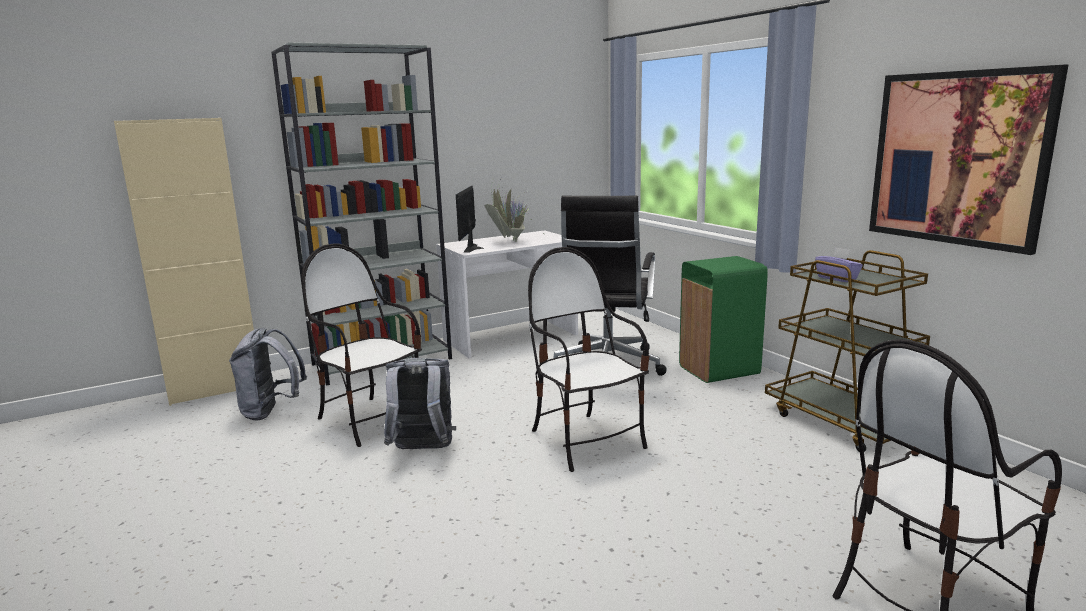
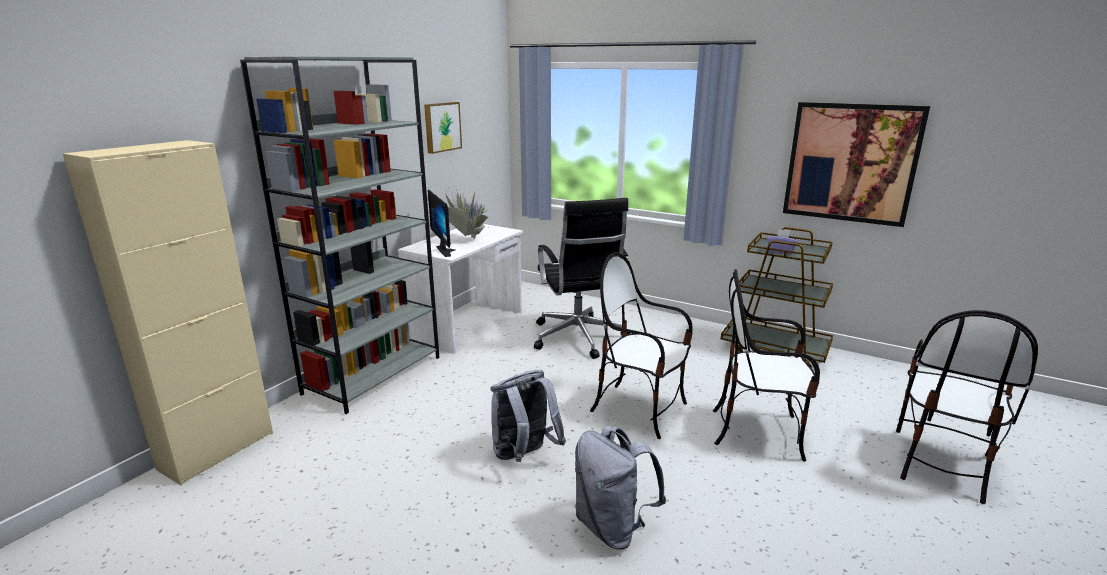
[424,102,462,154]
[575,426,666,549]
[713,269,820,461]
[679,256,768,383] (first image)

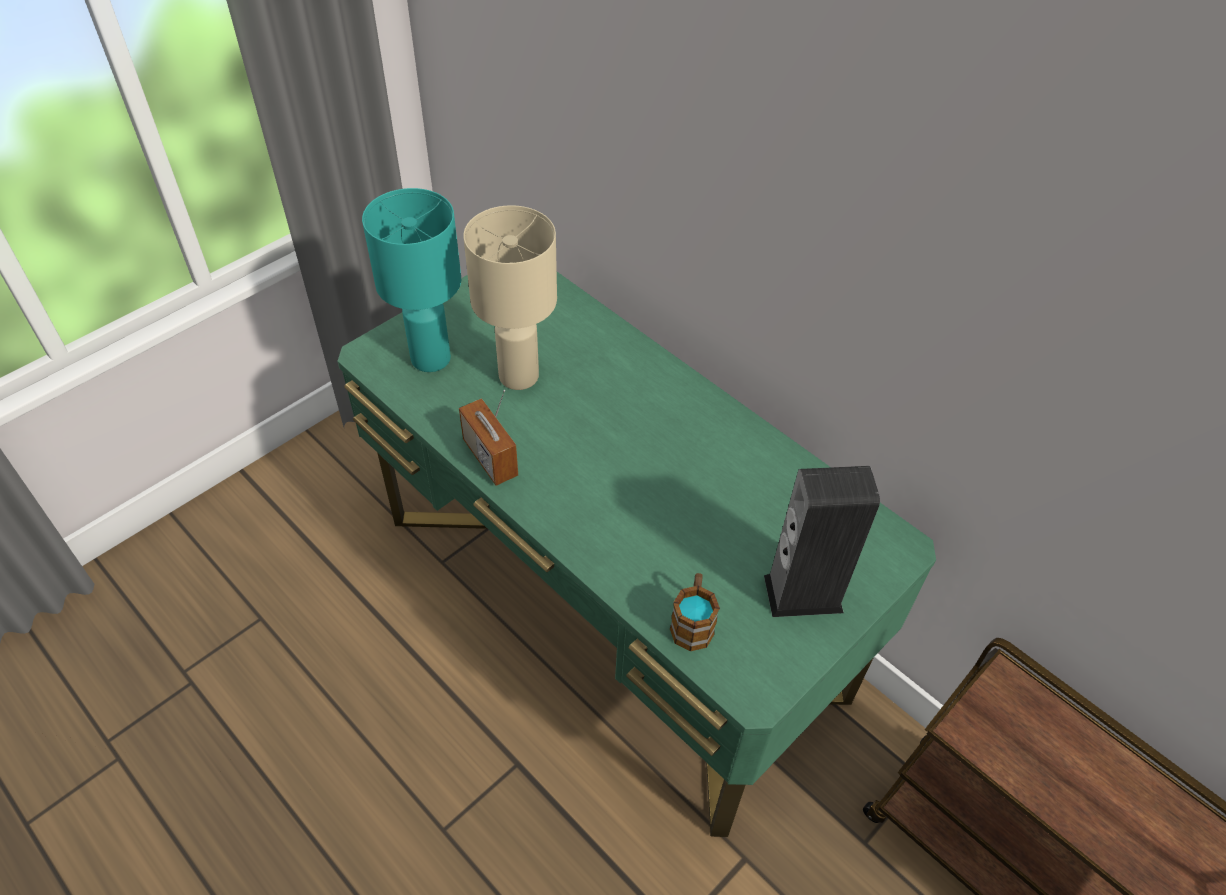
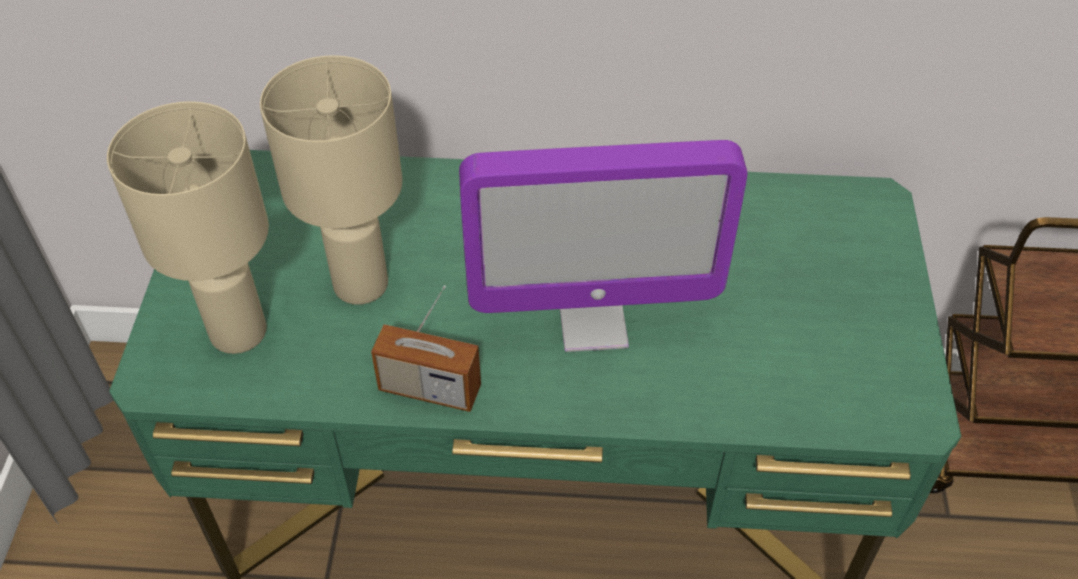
[107,101,269,354]
[459,140,748,352]
[670,573,720,651] (first image)
[764,466,880,617] (first image)

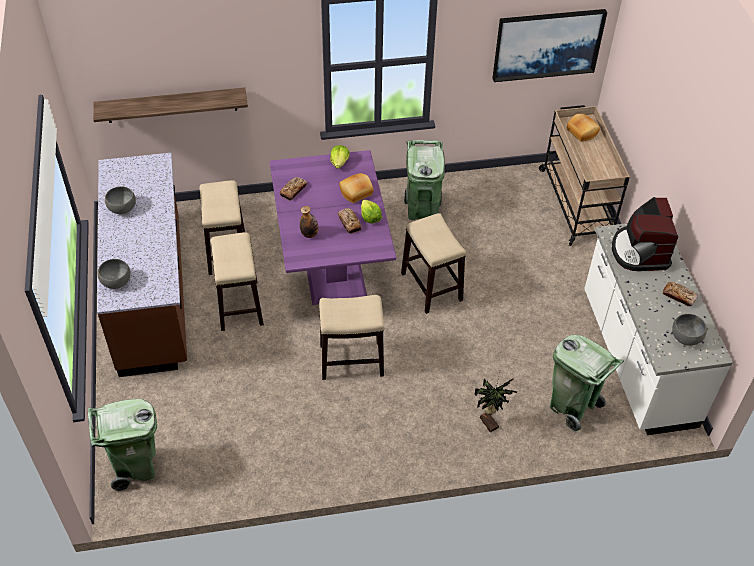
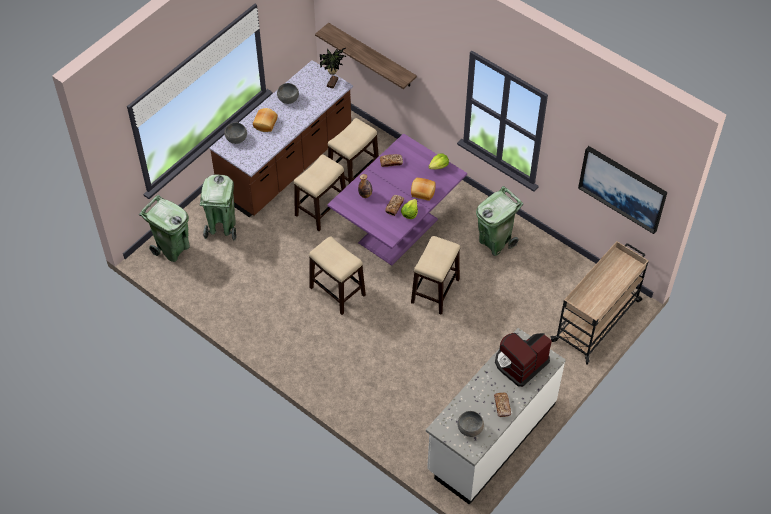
[200,175,236,241]
[253,108,278,132]
[320,48,346,89]

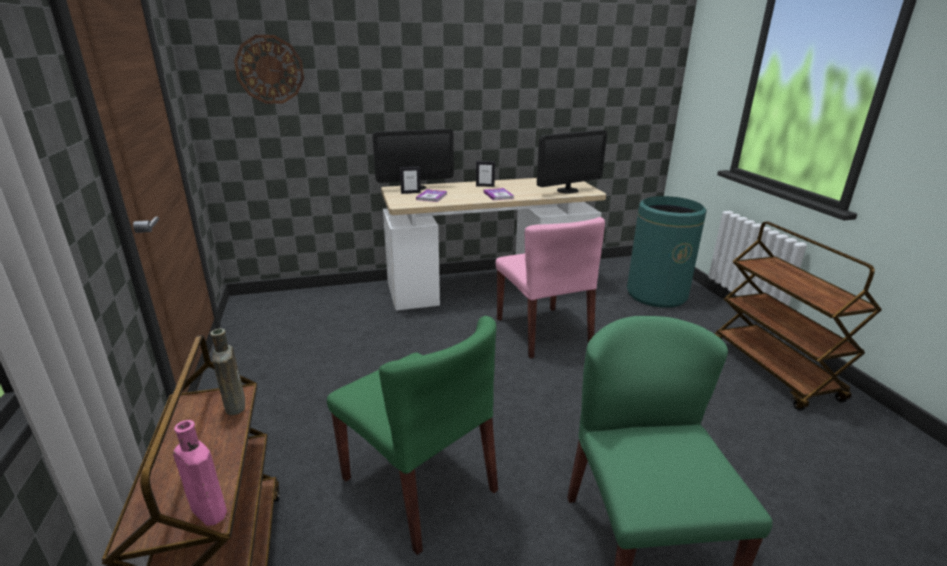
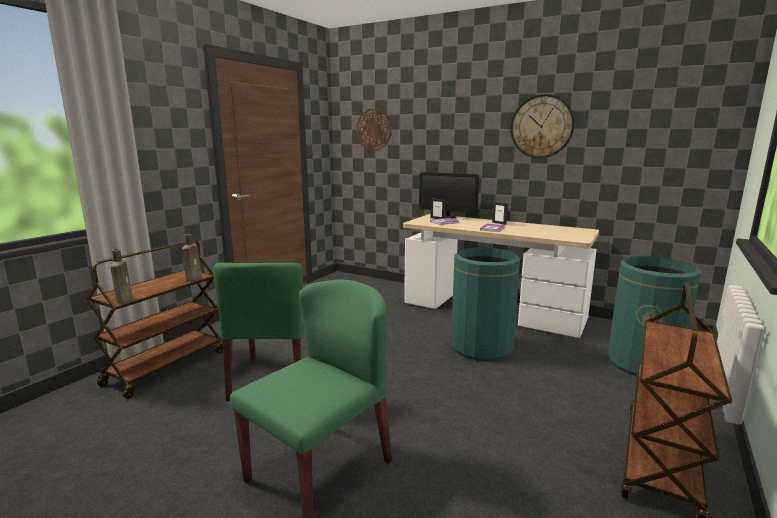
[110,249,133,303]
[451,247,520,361]
[510,94,574,158]
[537,130,607,194] (first image)

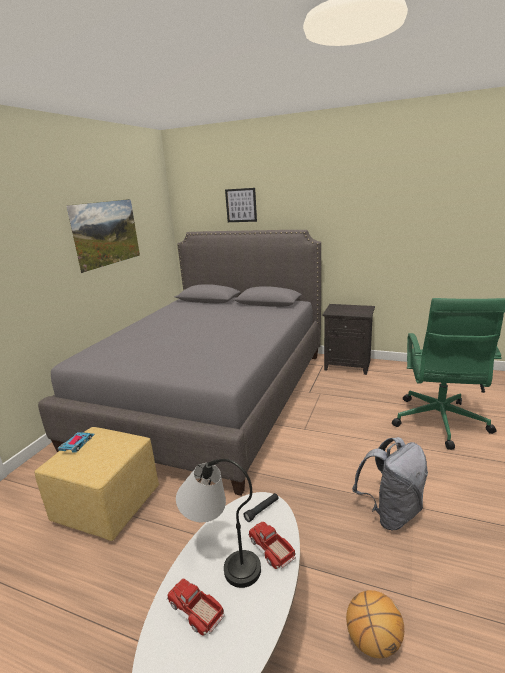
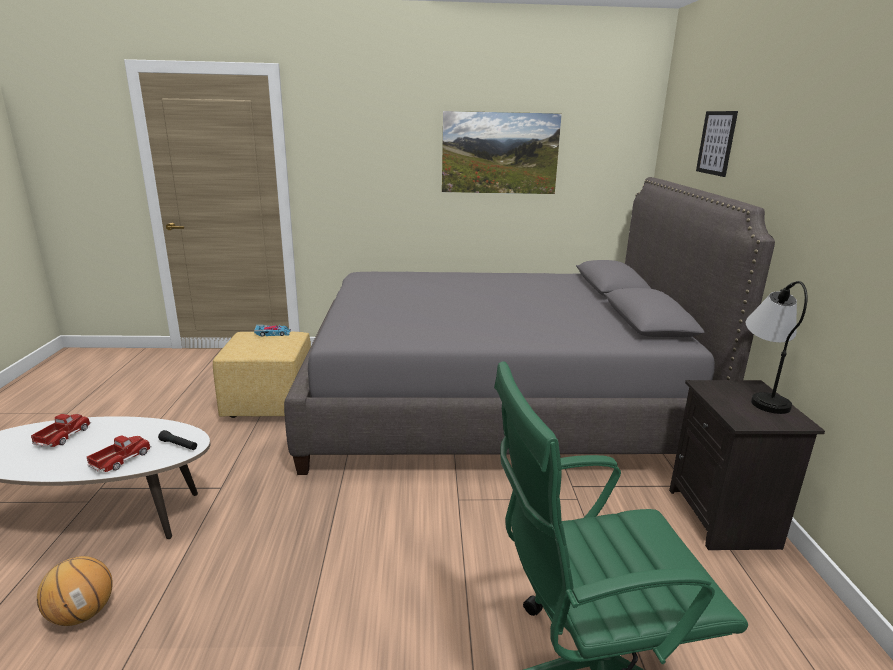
[746,281,808,414]
[352,437,428,530] (first image)

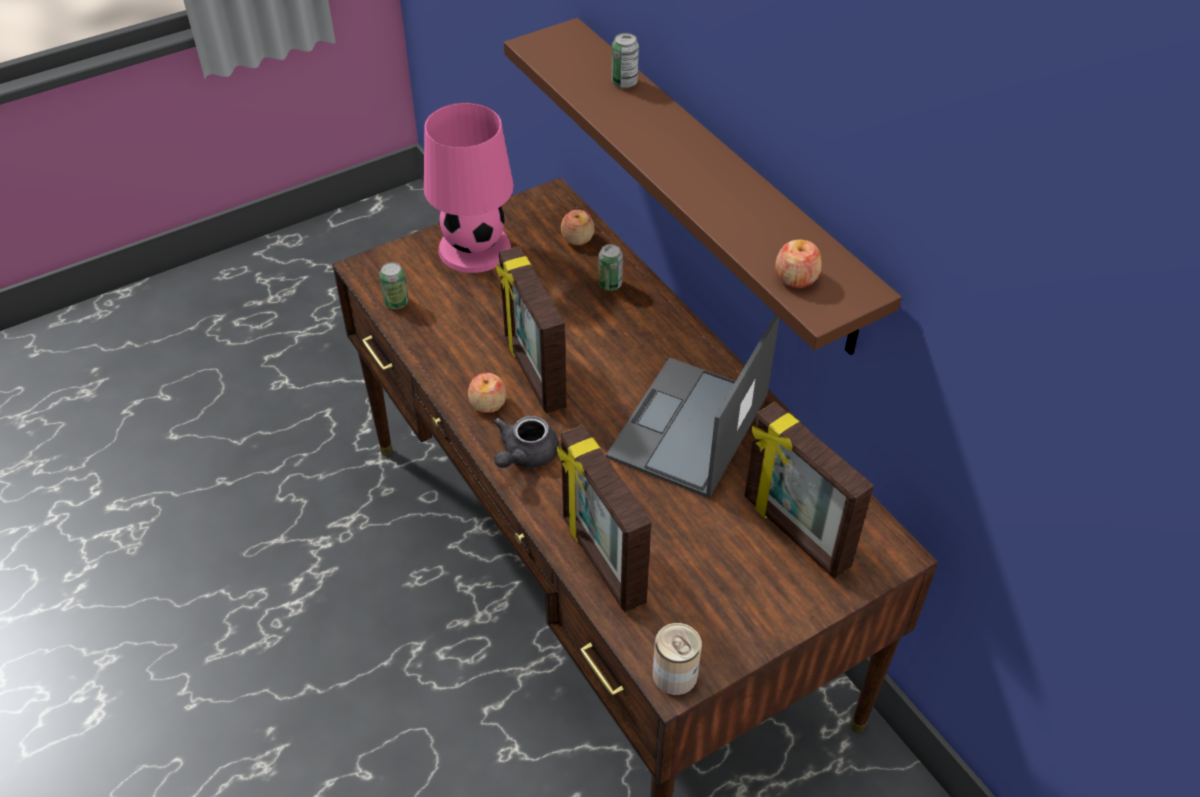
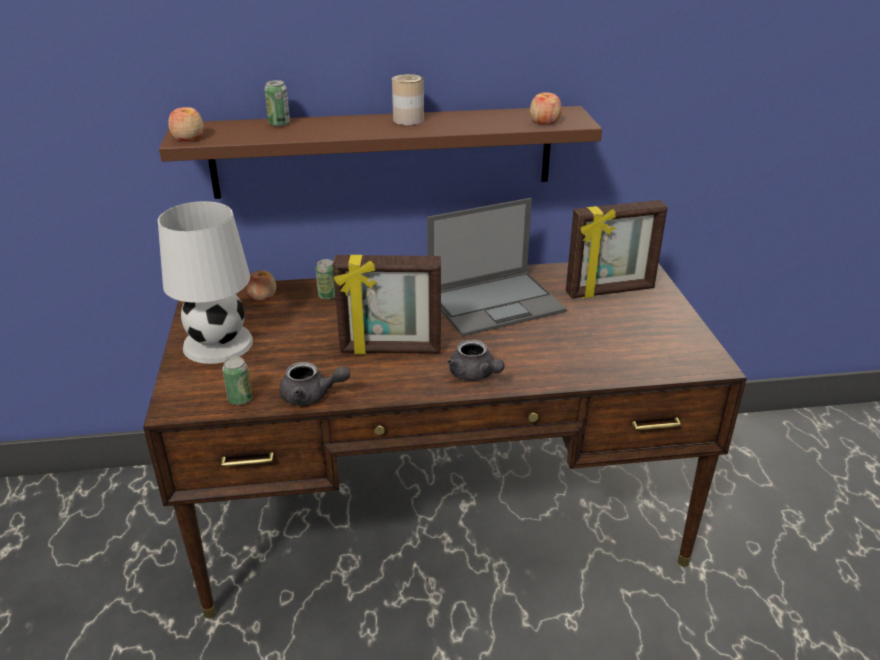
[158,201,253,364]
[168,107,204,141]
[279,362,350,405]
[392,74,424,125]
[427,198,567,337]
[557,425,651,613] (first image)

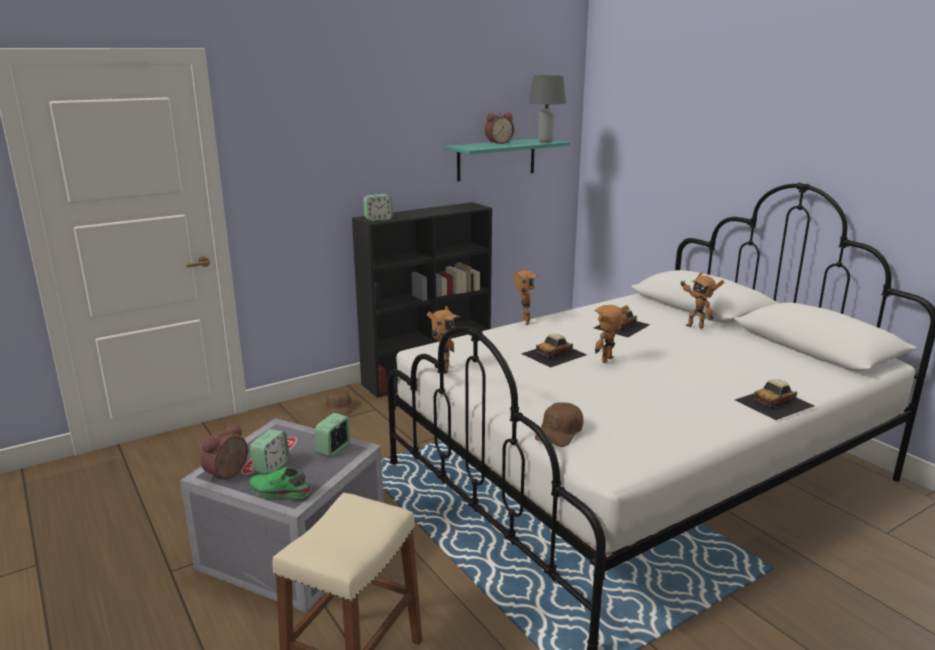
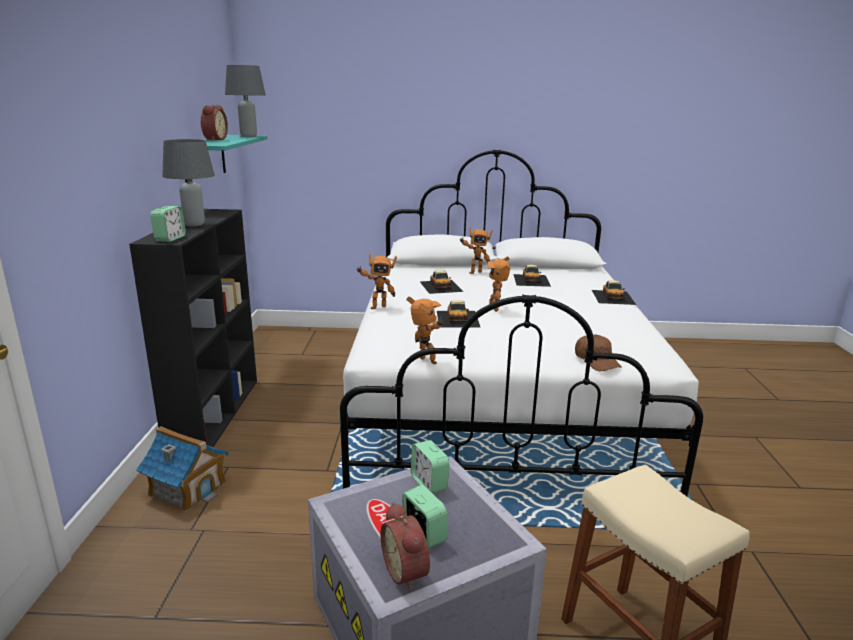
[136,426,229,512]
[162,139,214,226]
[356,253,397,309]
[513,265,551,287]
[249,466,312,499] (first image)

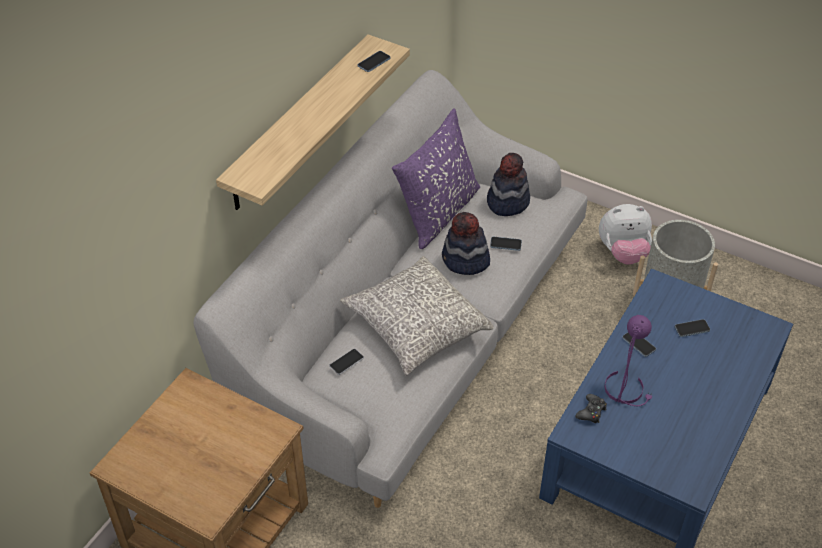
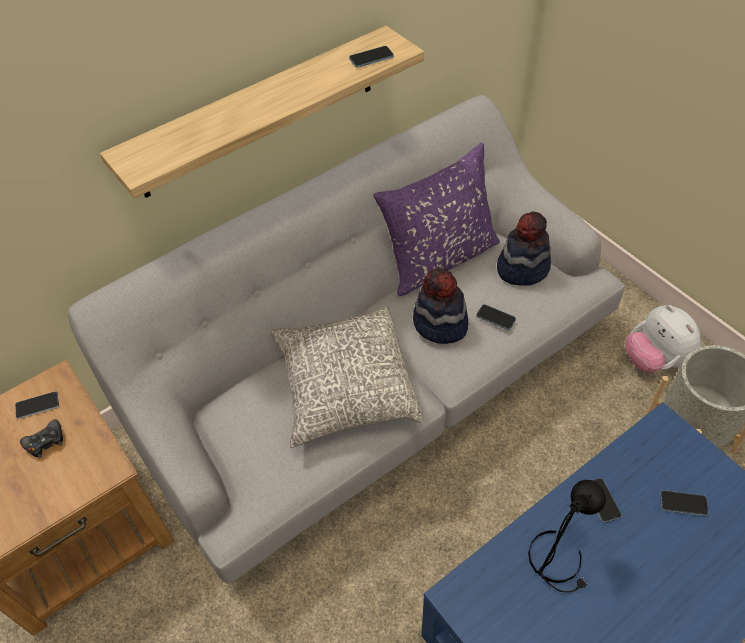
[15,391,59,419]
[20,419,63,458]
[528,480,606,593]
[625,305,702,372]

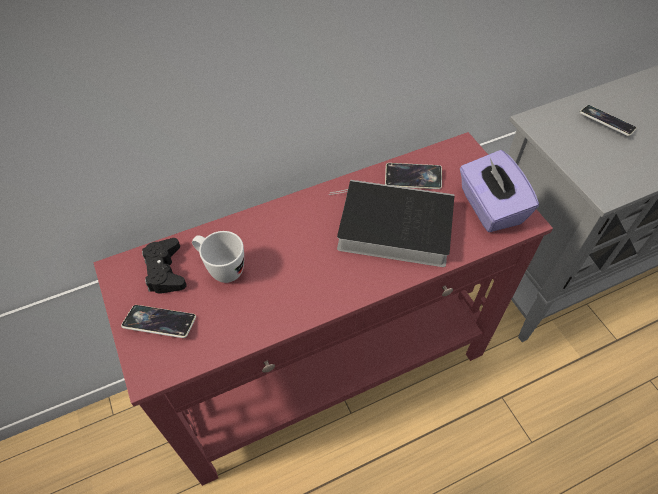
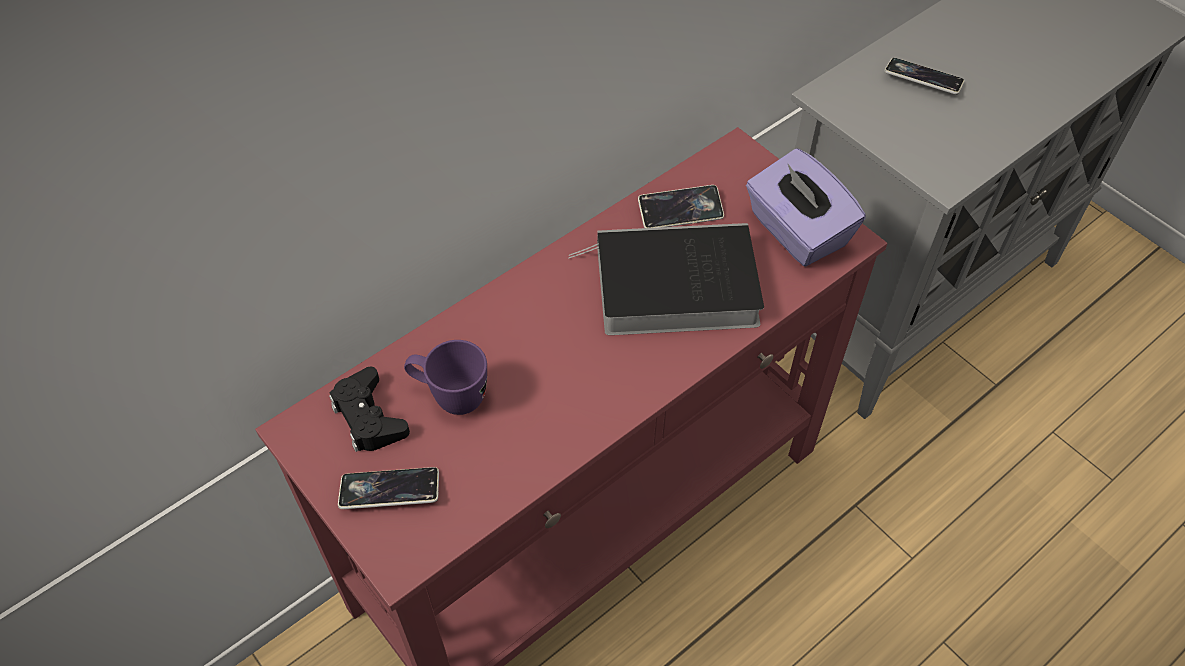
[404,340,487,415]

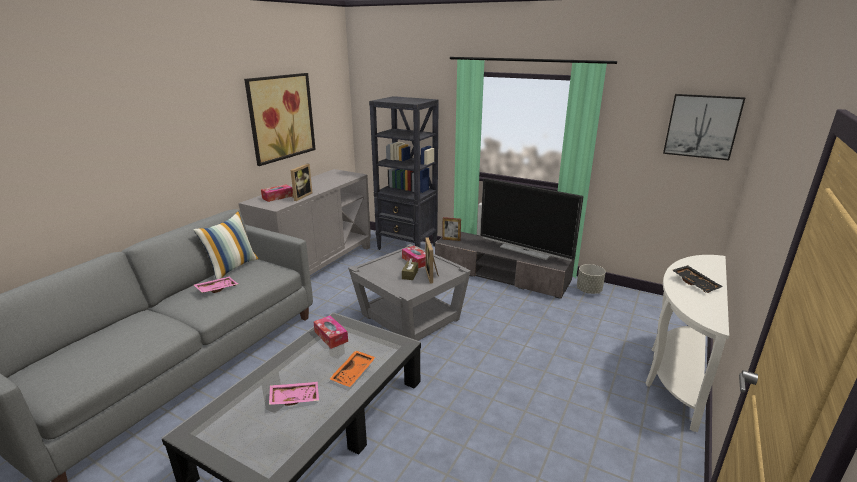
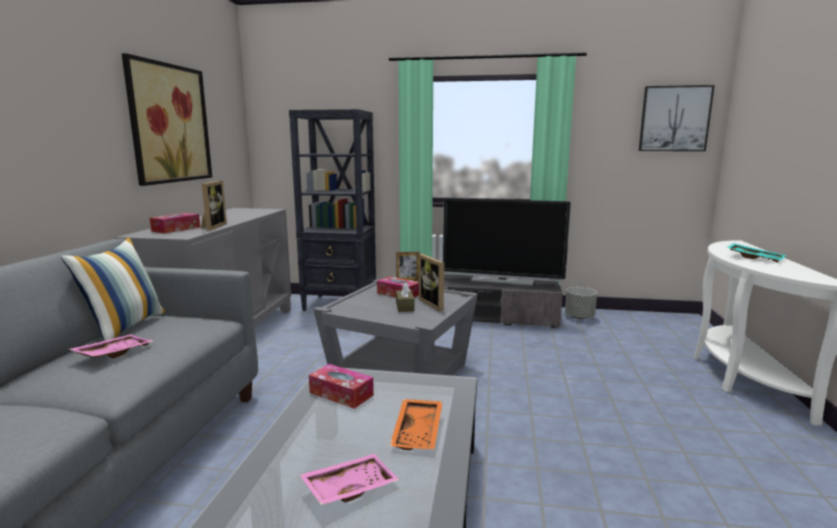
[727,243,786,263]

